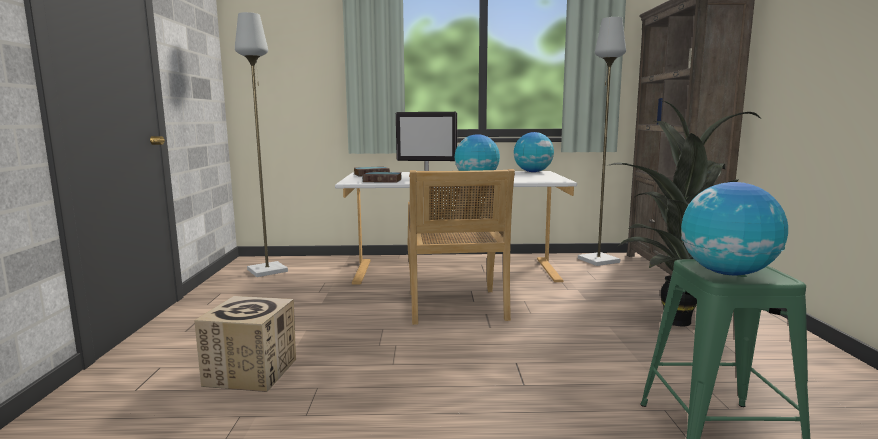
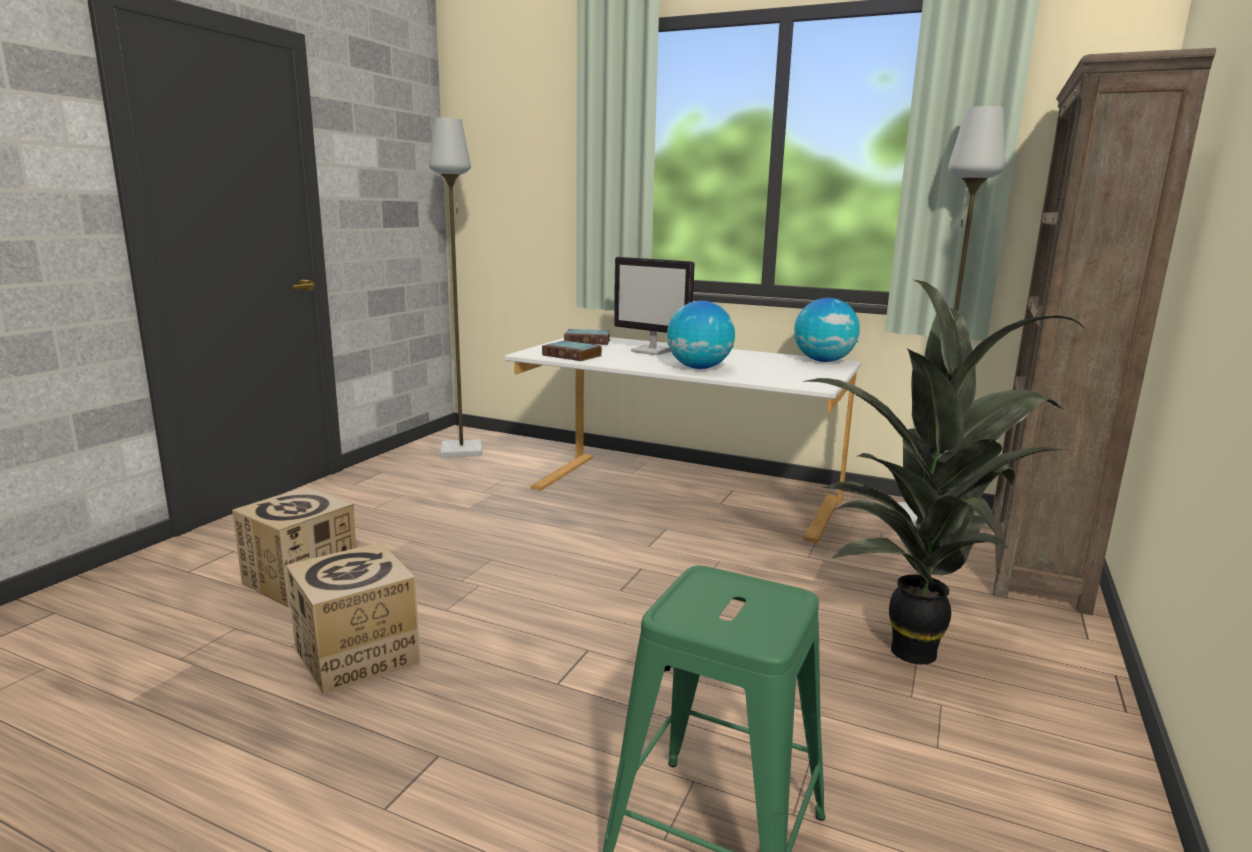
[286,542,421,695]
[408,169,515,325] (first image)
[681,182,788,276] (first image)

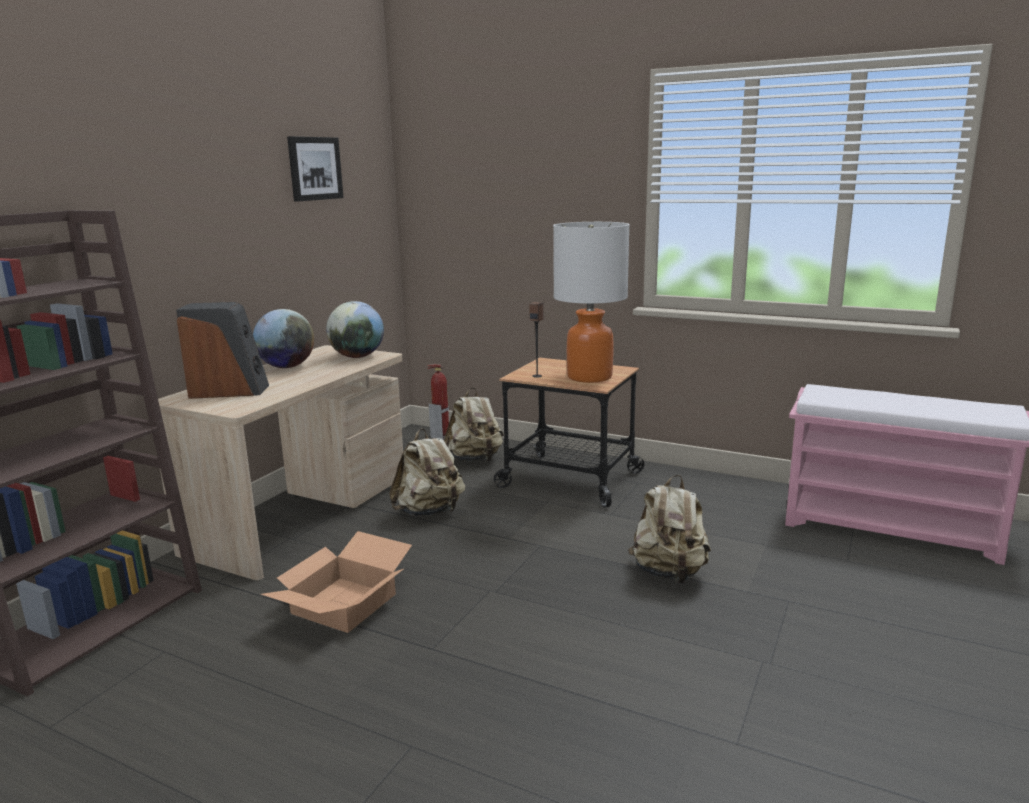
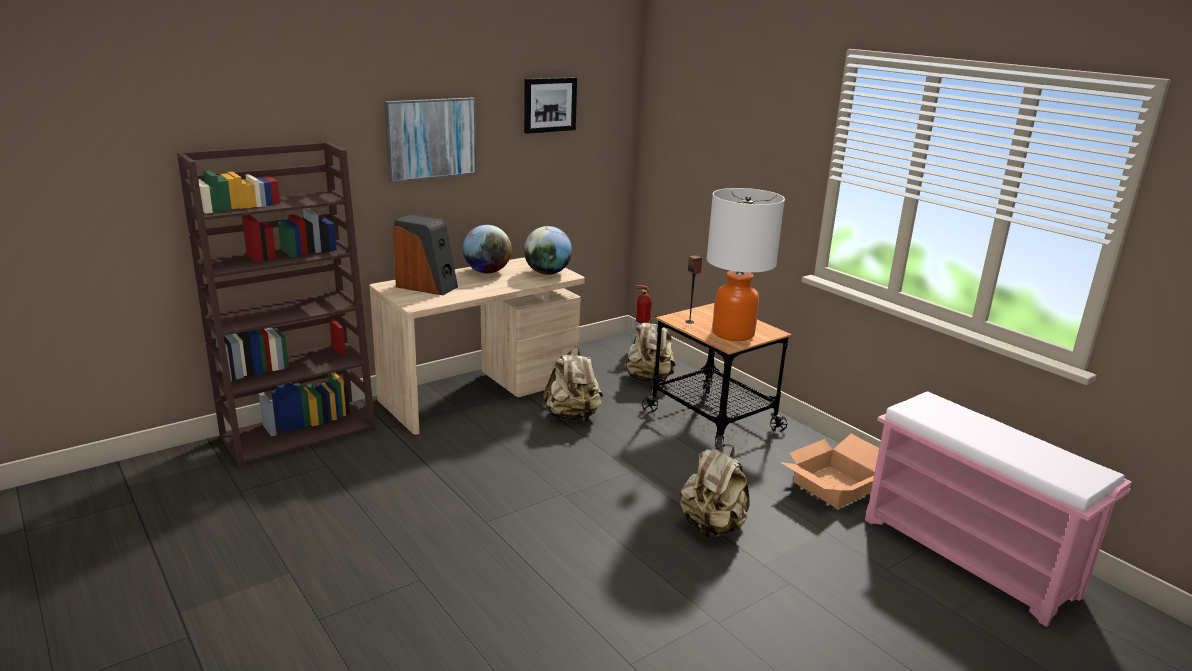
[384,98,477,182]
[780,434,879,509]

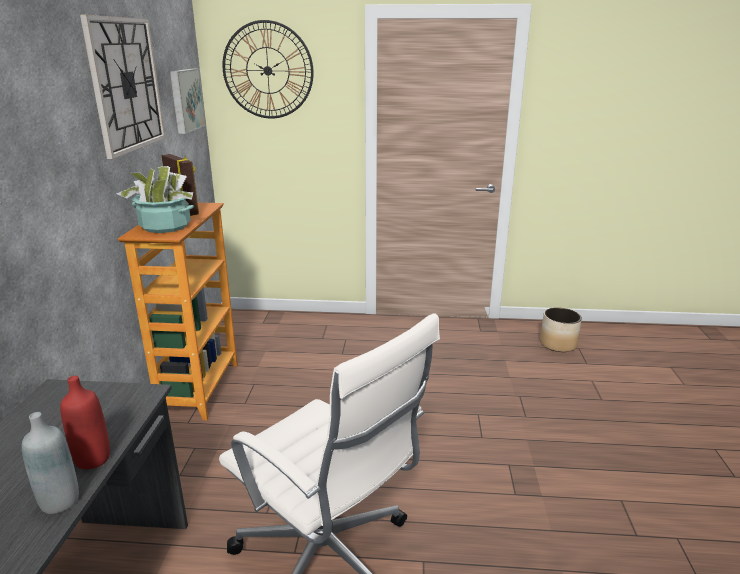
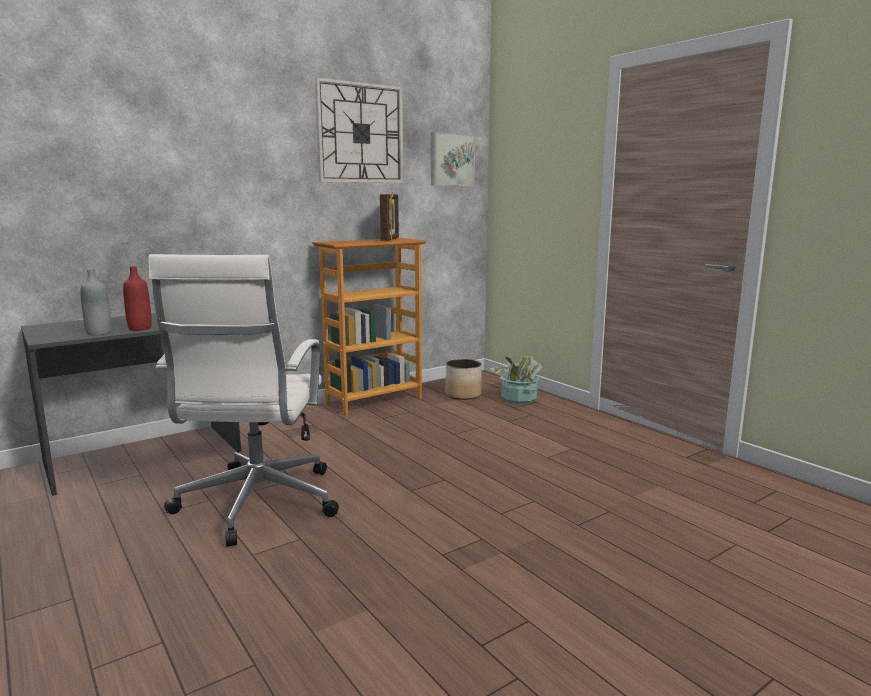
[445,359,482,400]
[491,355,543,404]
[222,20,314,119] (first image)

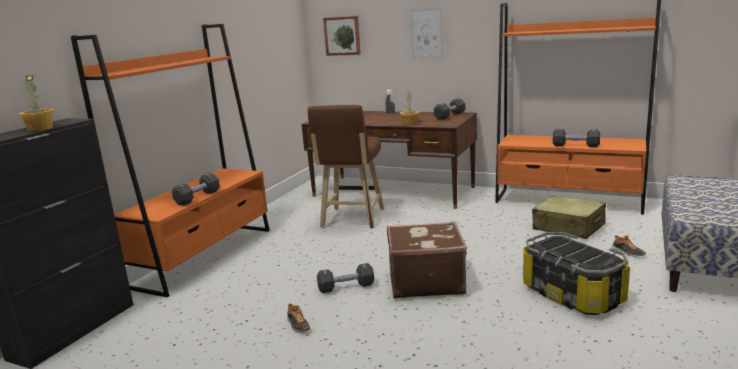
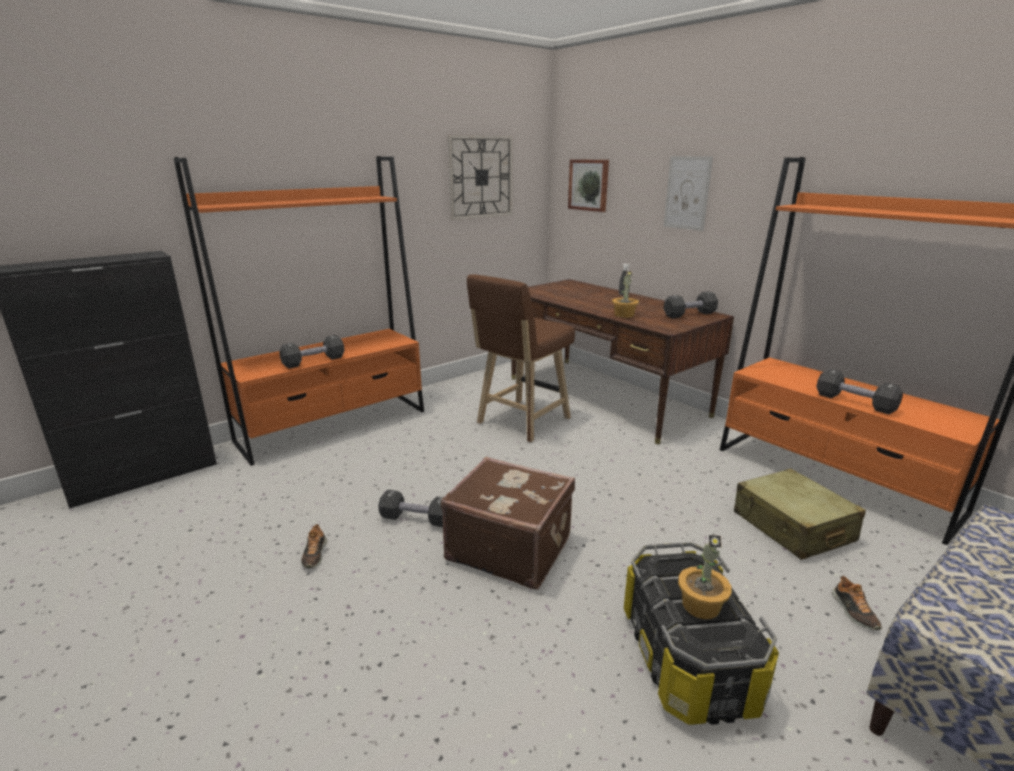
[447,135,513,220]
[678,535,732,619]

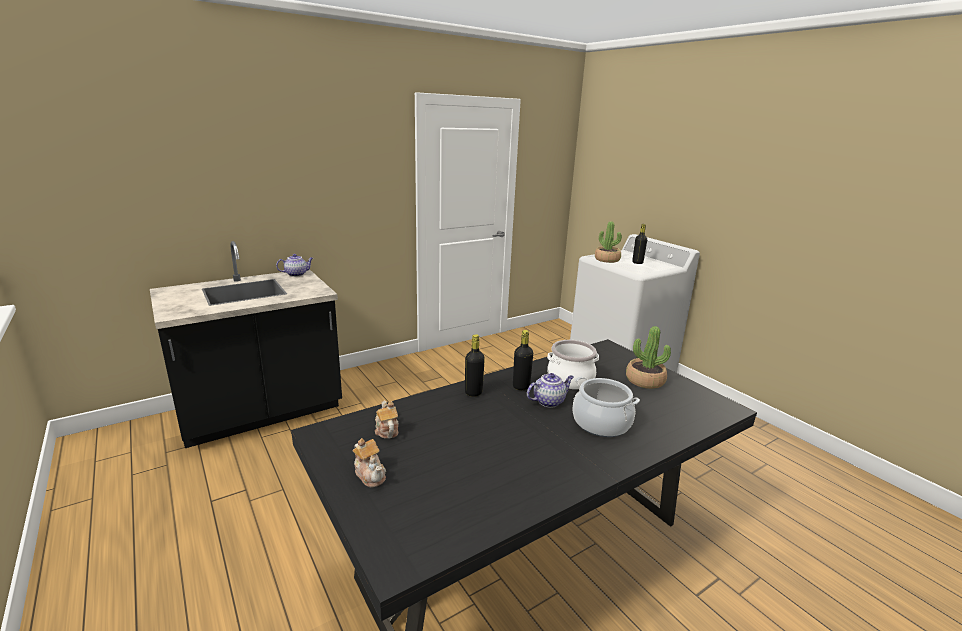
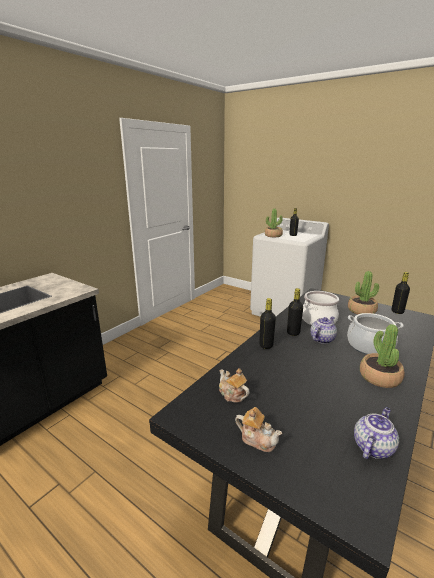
[354,407,399,459]
[360,324,404,388]
[392,272,410,314]

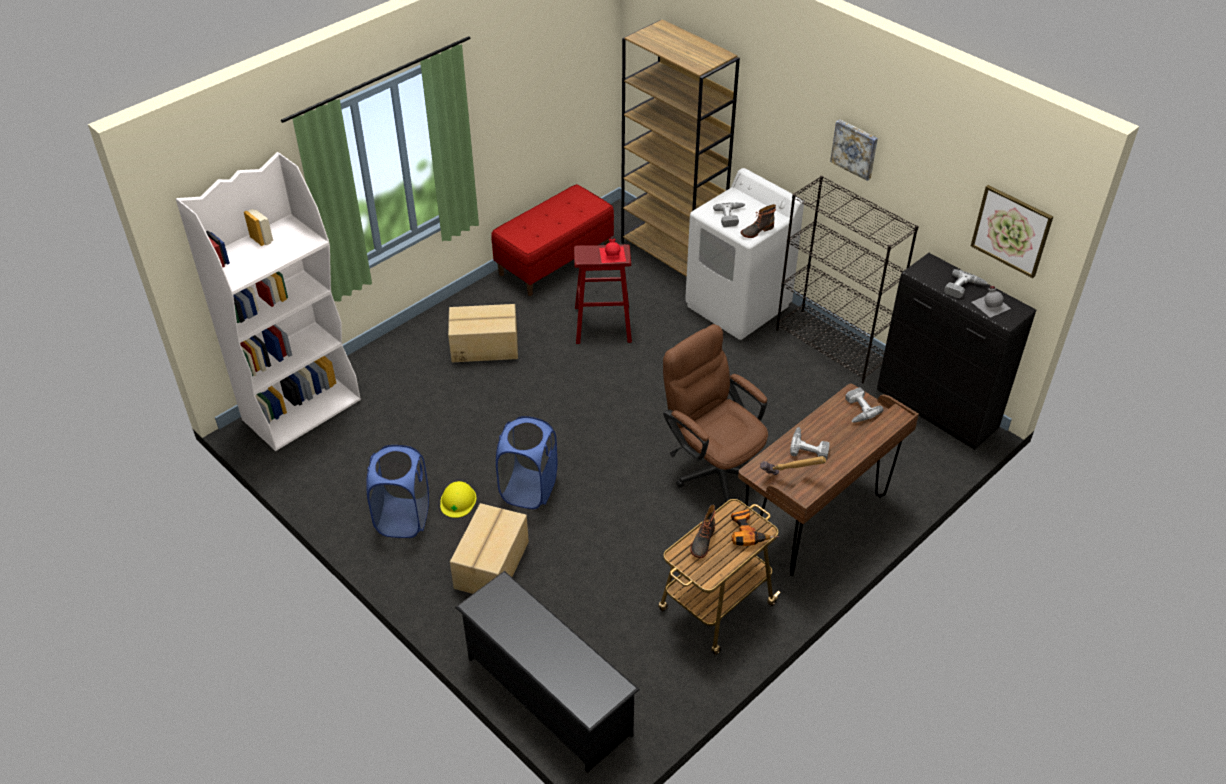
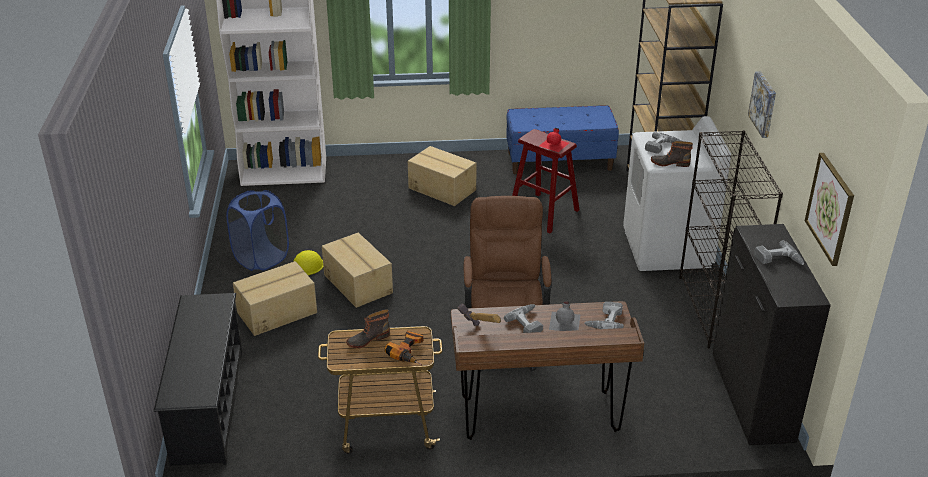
[322,233,393,308]
[506,106,619,174]
[549,302,580,331]

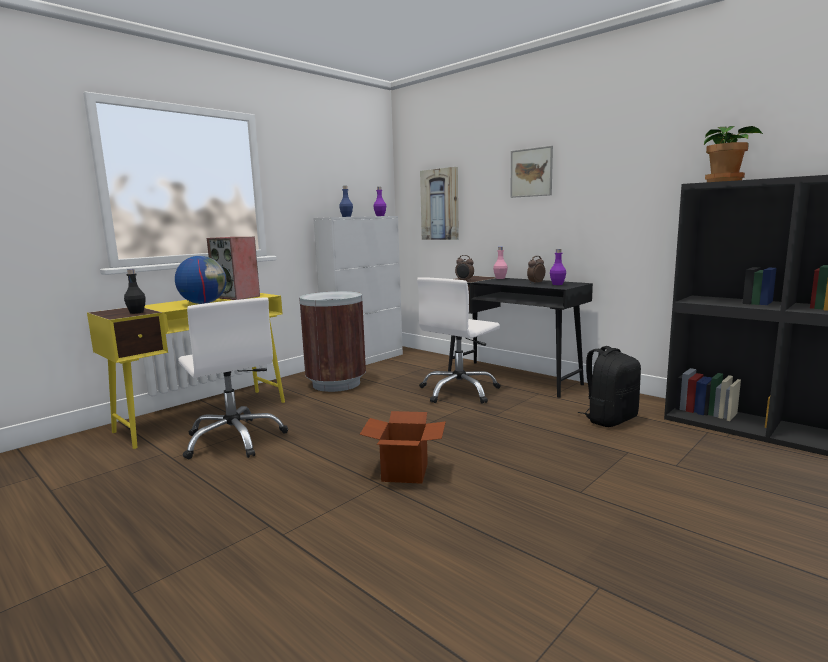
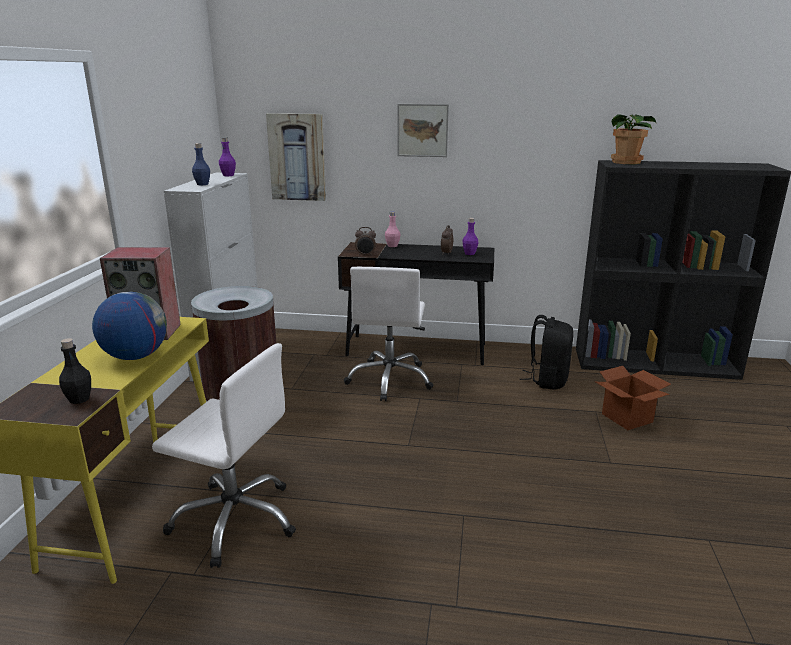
[596,366,671,430]

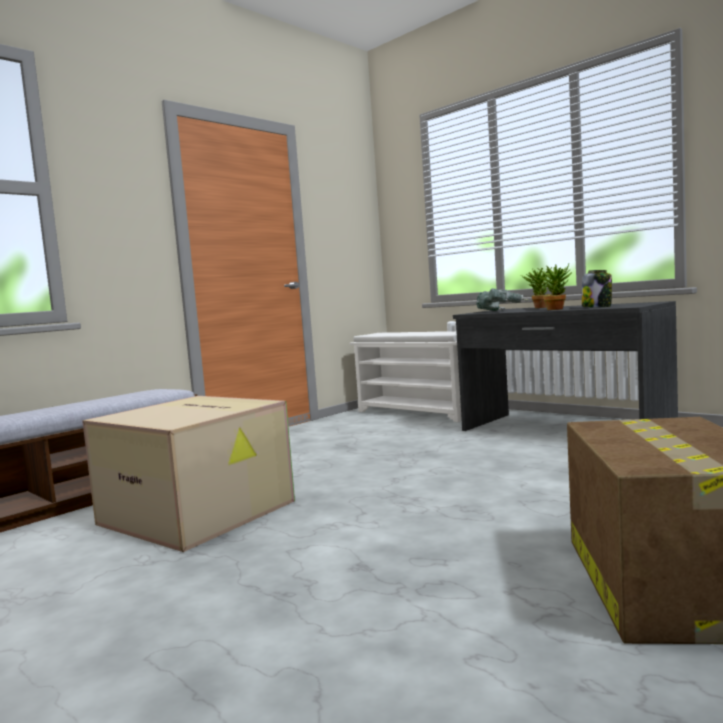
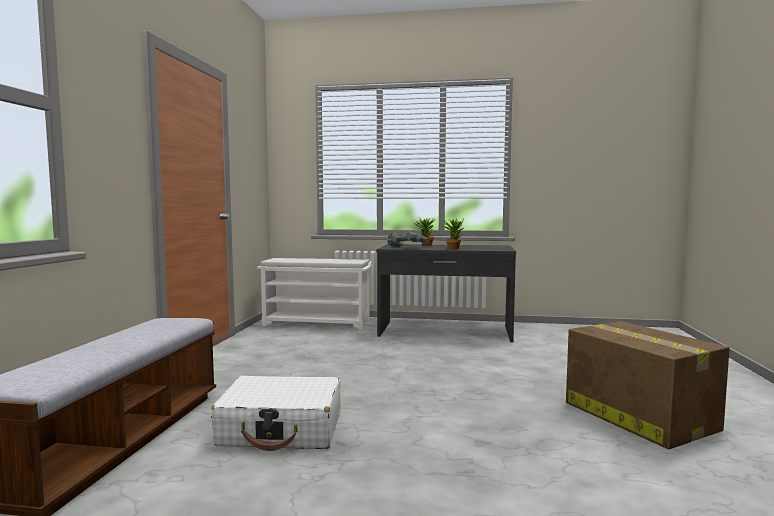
[211,376,341,451]
[582,270,612,307] (first image)

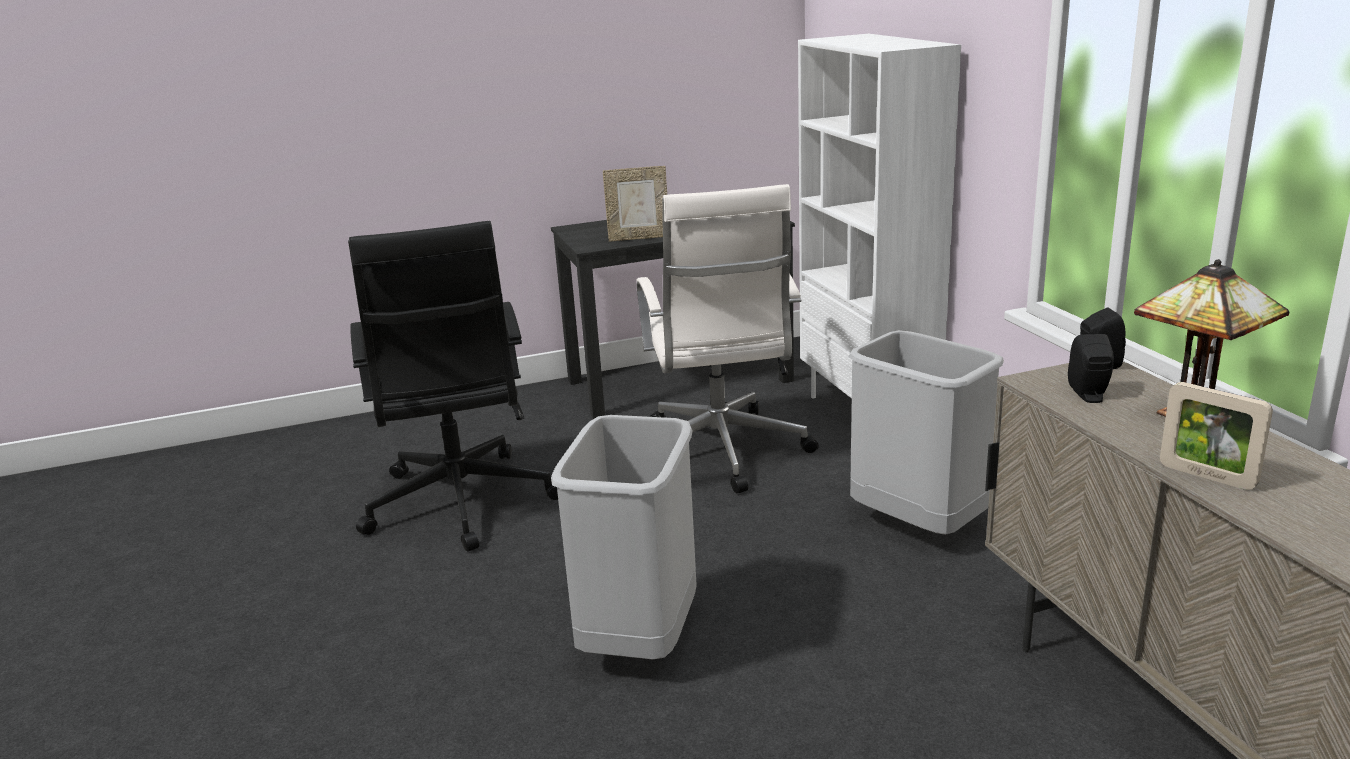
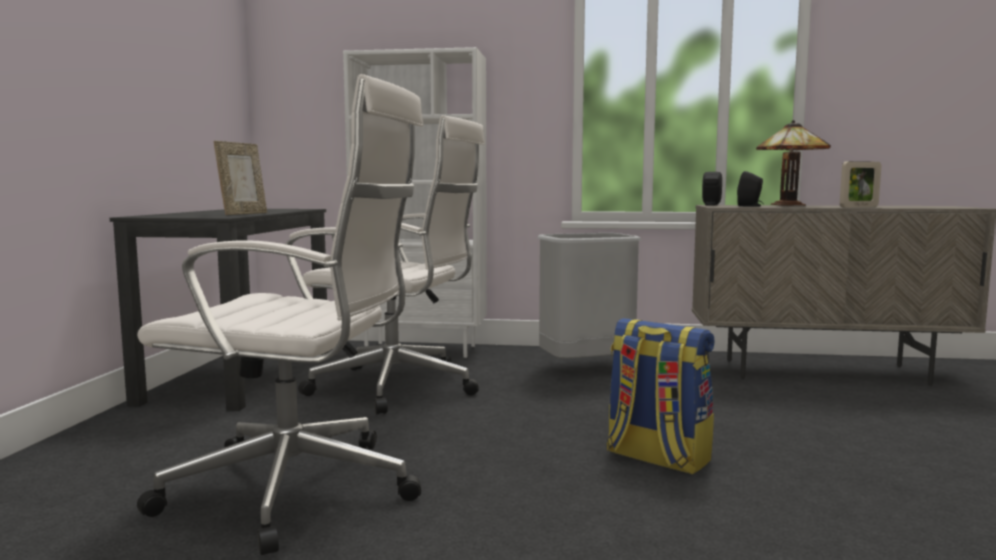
[137,74,423,555]
[607,318,715,475]

